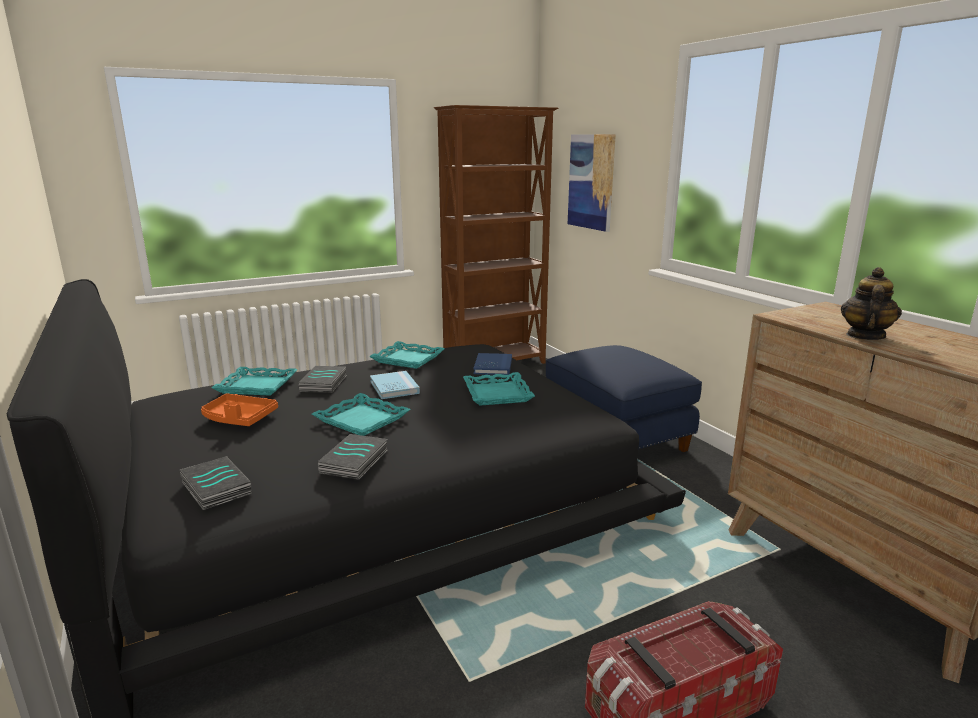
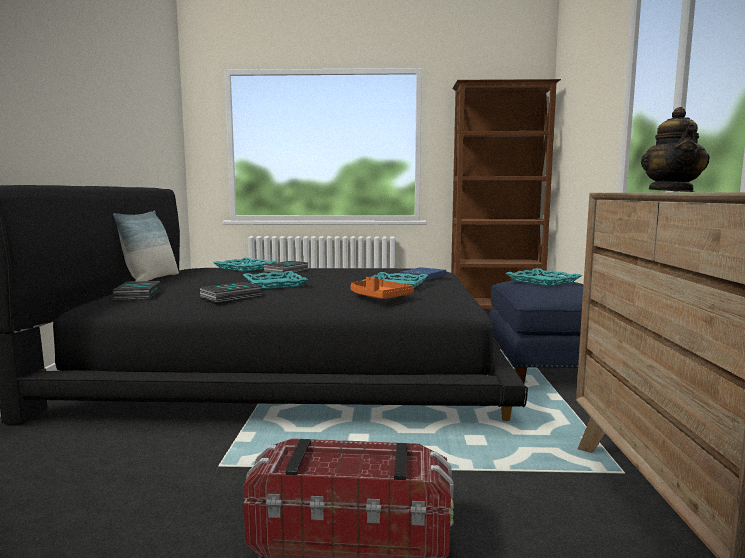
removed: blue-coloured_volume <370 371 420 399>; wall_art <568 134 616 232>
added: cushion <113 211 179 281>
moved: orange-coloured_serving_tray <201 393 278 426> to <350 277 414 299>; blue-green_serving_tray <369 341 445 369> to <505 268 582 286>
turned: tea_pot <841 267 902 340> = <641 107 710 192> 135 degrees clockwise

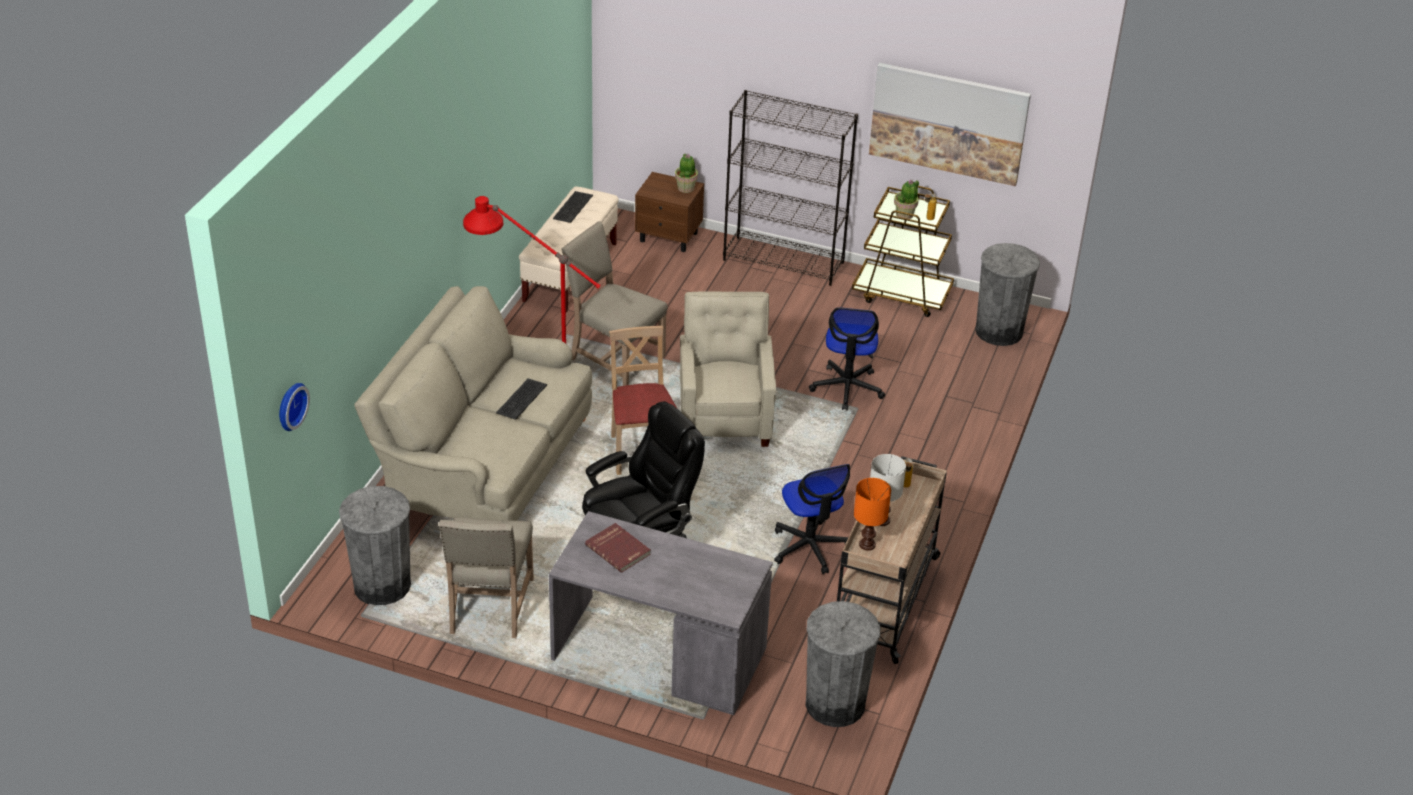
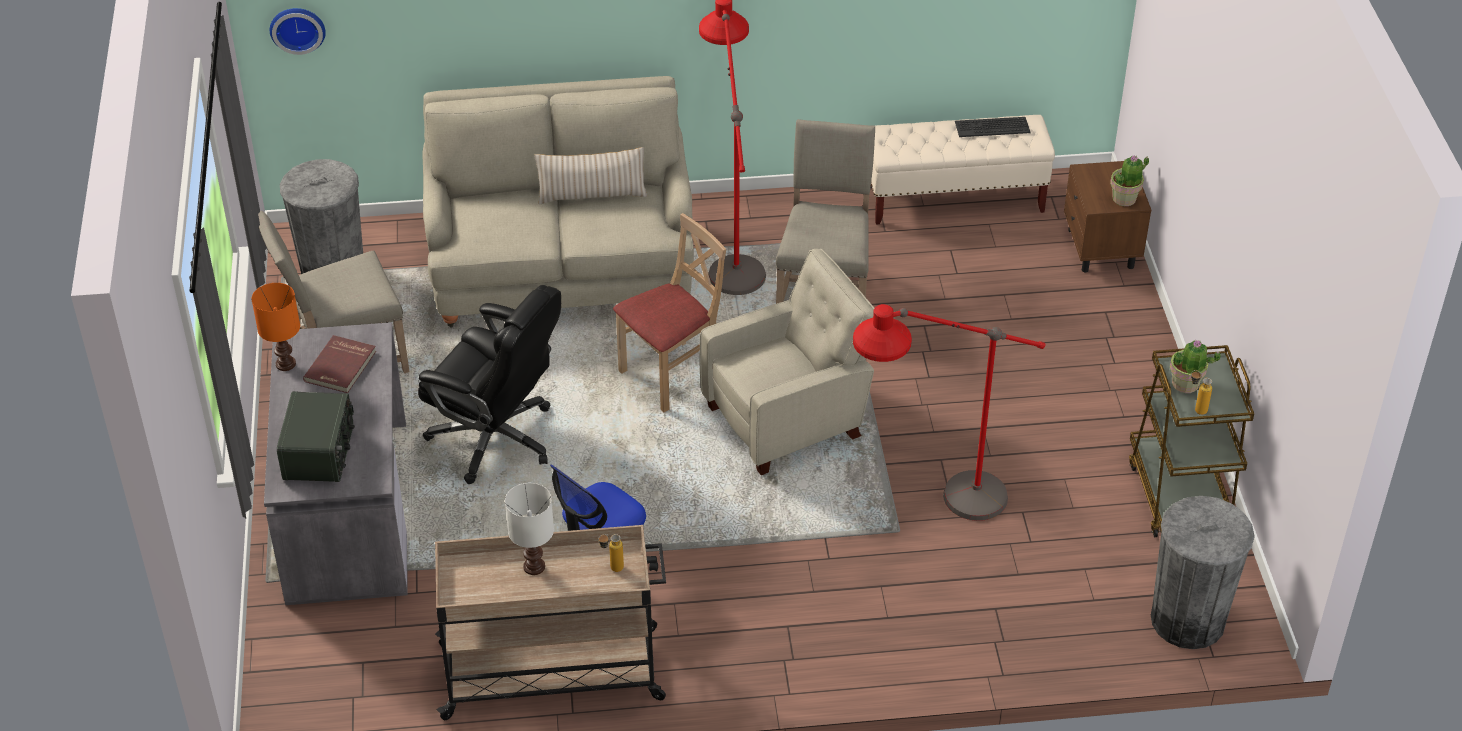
removed: PC_keyboard <496 378 547 420>; black-coloured_bookcase <723 90 858 286>; grey_rubbish_bin <806 601 880 727>; wall_art <869 63 1031 186>
added: radio_set <277 391 355 482>; beige_cushion <534 147 647 204>
moved: orange-coloured_lamp_for_a_table <854 478 891 551> to <252 283 300 371>
replaced: computer_chair <809 307 885 411> to red_standard_lamp <853 304 1045 521>

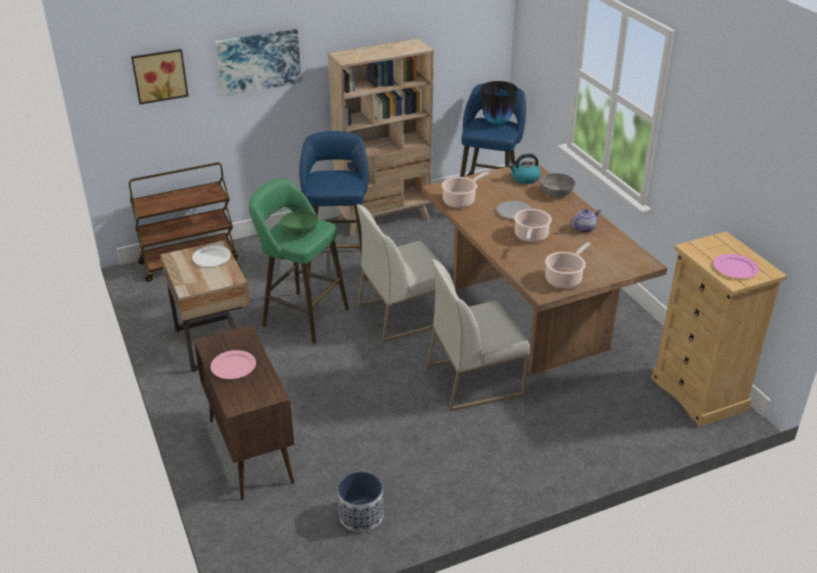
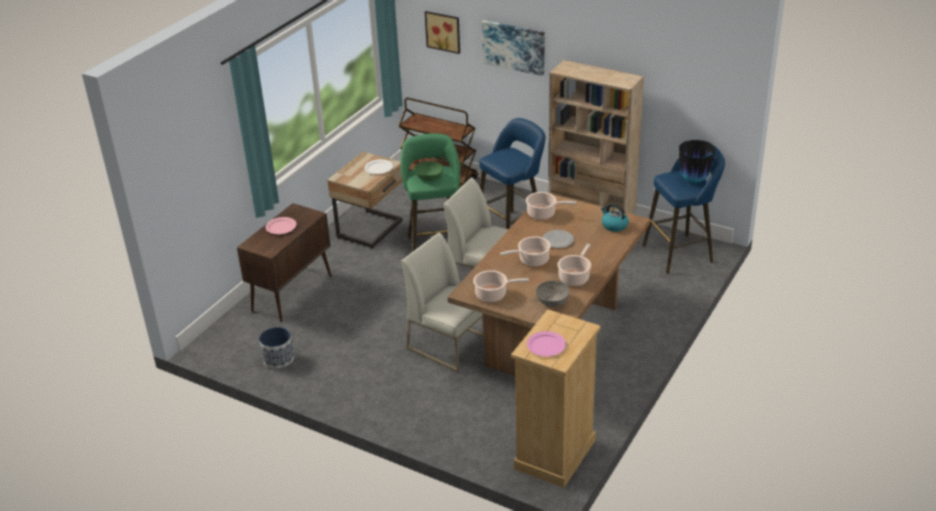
moved: grey_bowl <540 173 575 197> to <536 281 570 307>
replaced: tea_pot <570 209 601 233> to stockpot <557 243 591 286>

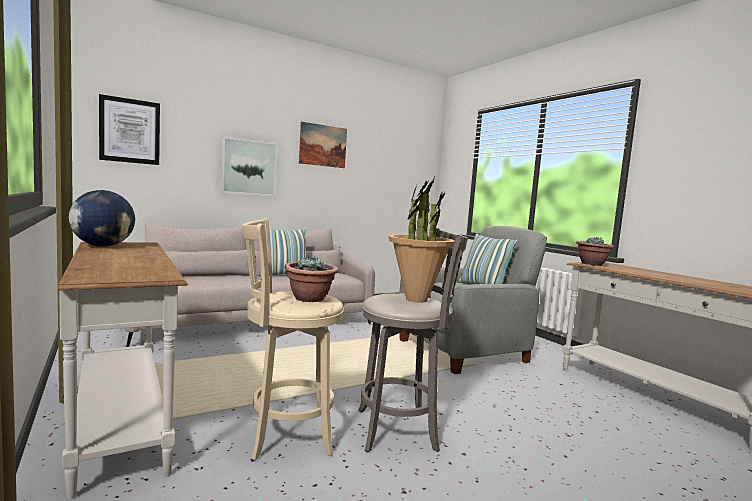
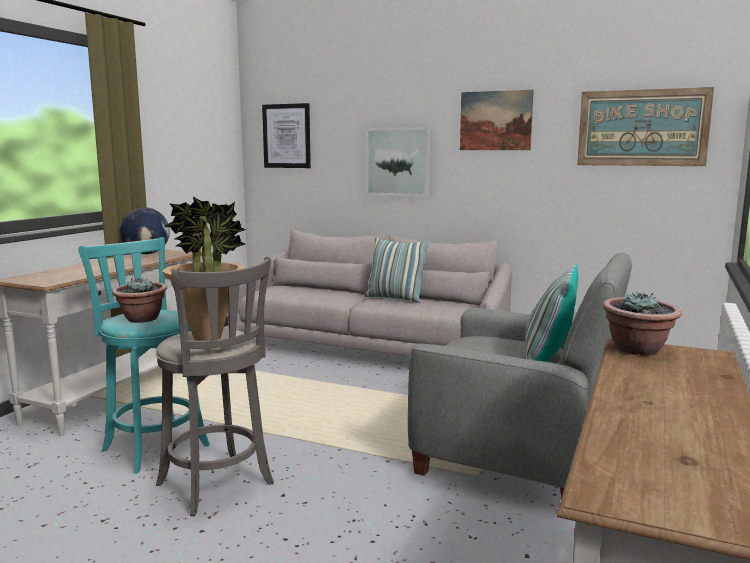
added: wall_art <577 87 714 166>
recoloured: beige_stool <242 218 344 460> to blue-green_stool <78 237 210 473>

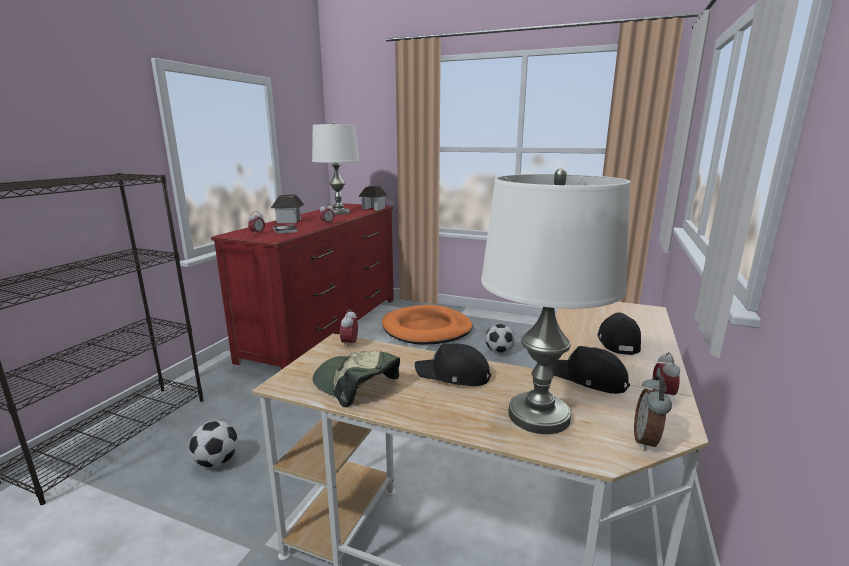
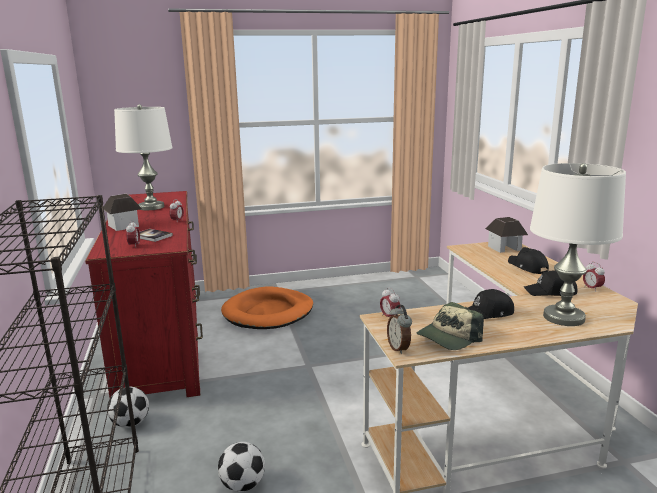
moved: football <485 324 515 353> to <107 387 149 428>; bedside_clock <634 376 672 451> to <387 305 412 354>; model_house <358 186 387 210> to <485 217 528 253>
turned: cap <313 351 400 408> = <417 302 484 350> 45 degrees counterclockwise

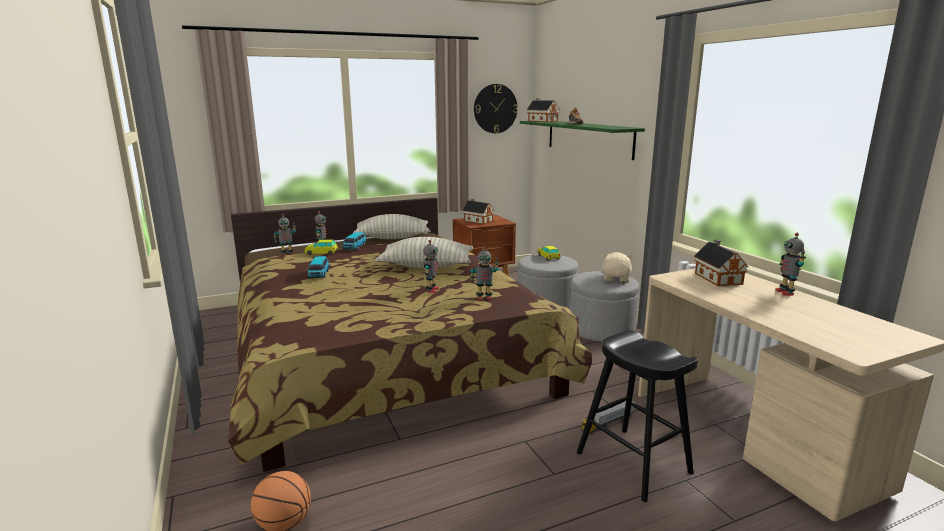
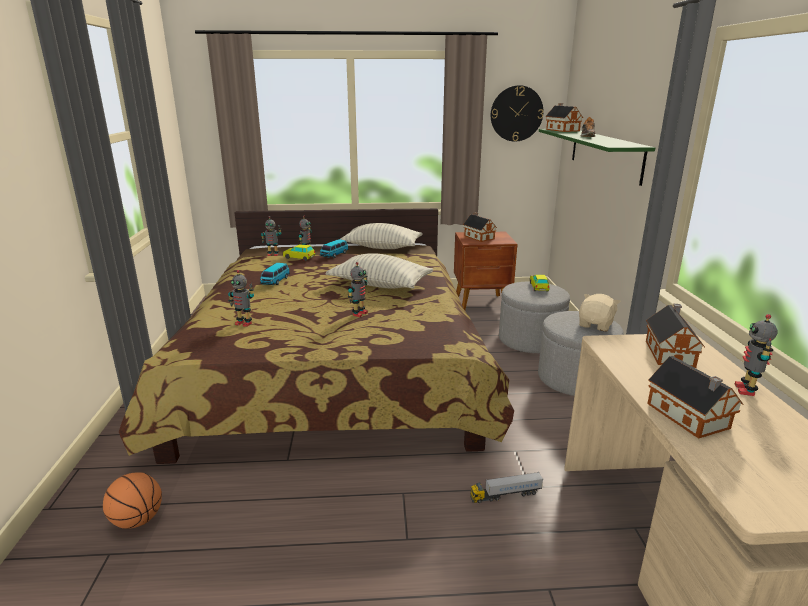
removed: black-coloured_stool <577 330 698 502>
added: model_house <647 356 743 439>
moved: model_robot <470 246 499 300> to <228 270 254 327>

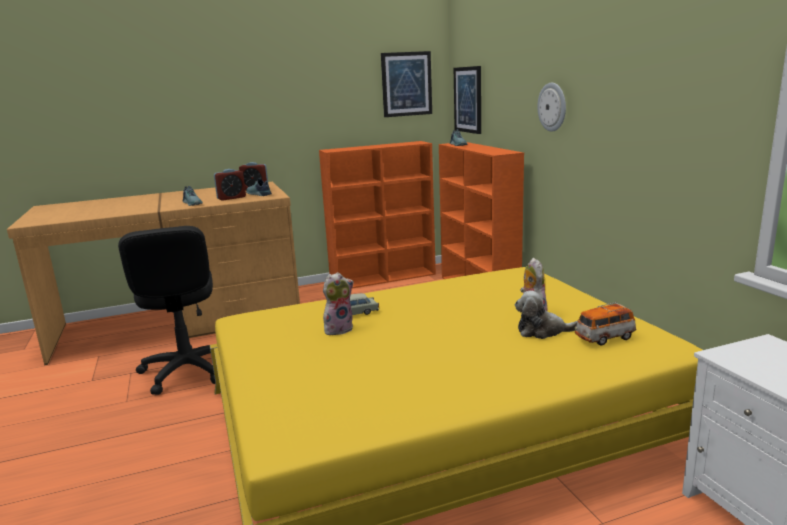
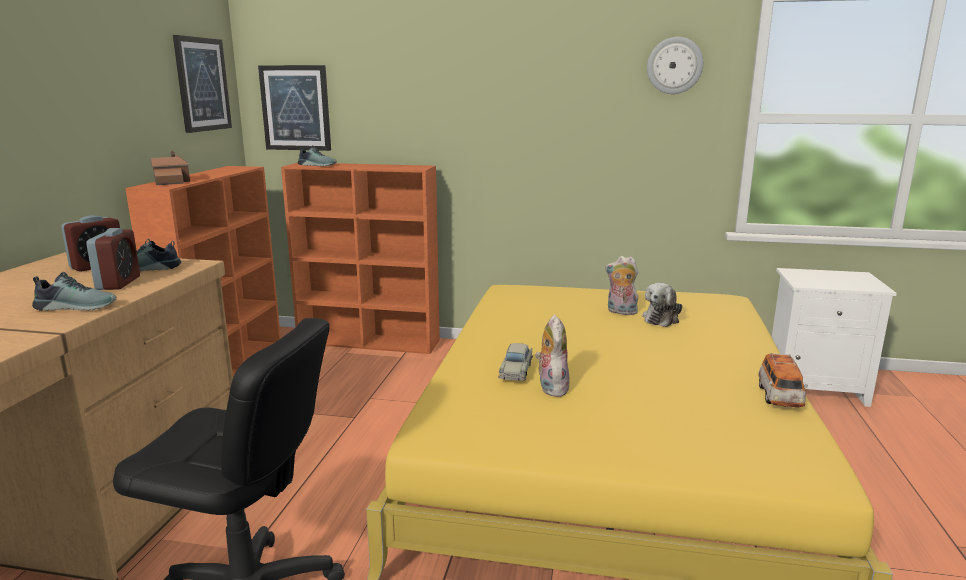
added: model_house <151 151 190 185>
moved: hanging_clock <537 83 566 132> to <647 37 703 94>; model_car <575 302 637 346> to <758 353 808 408>

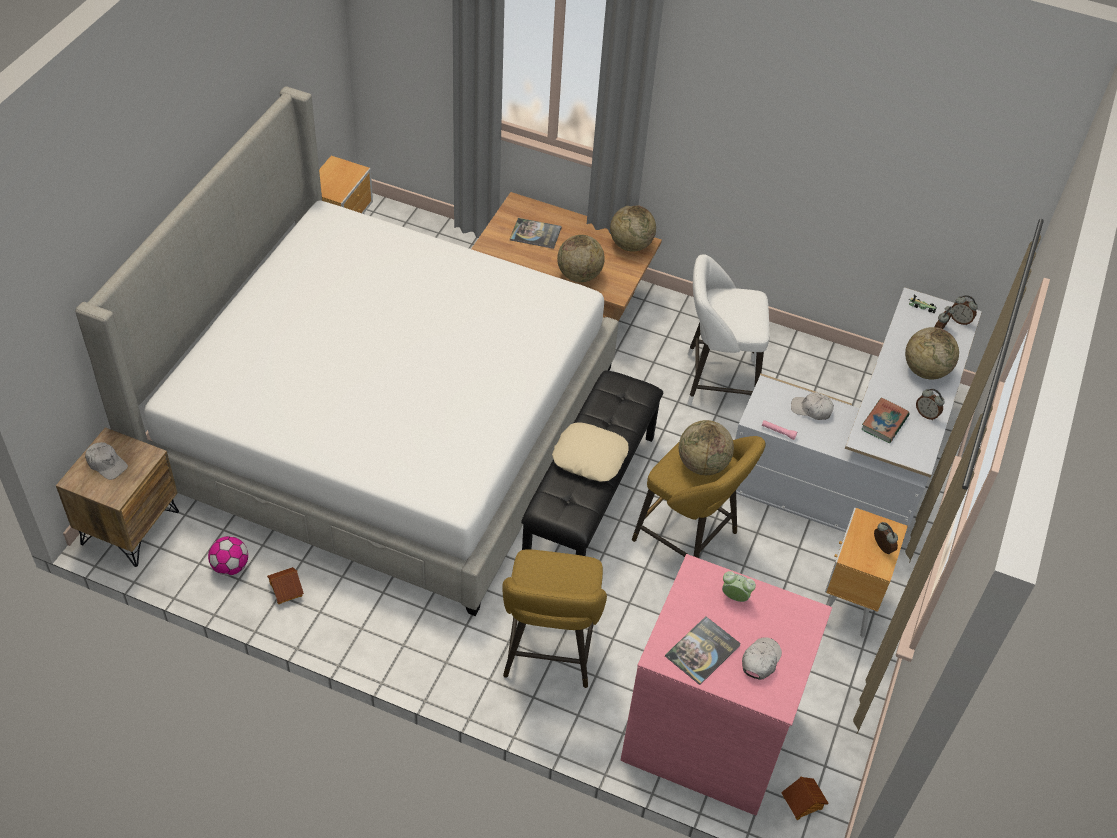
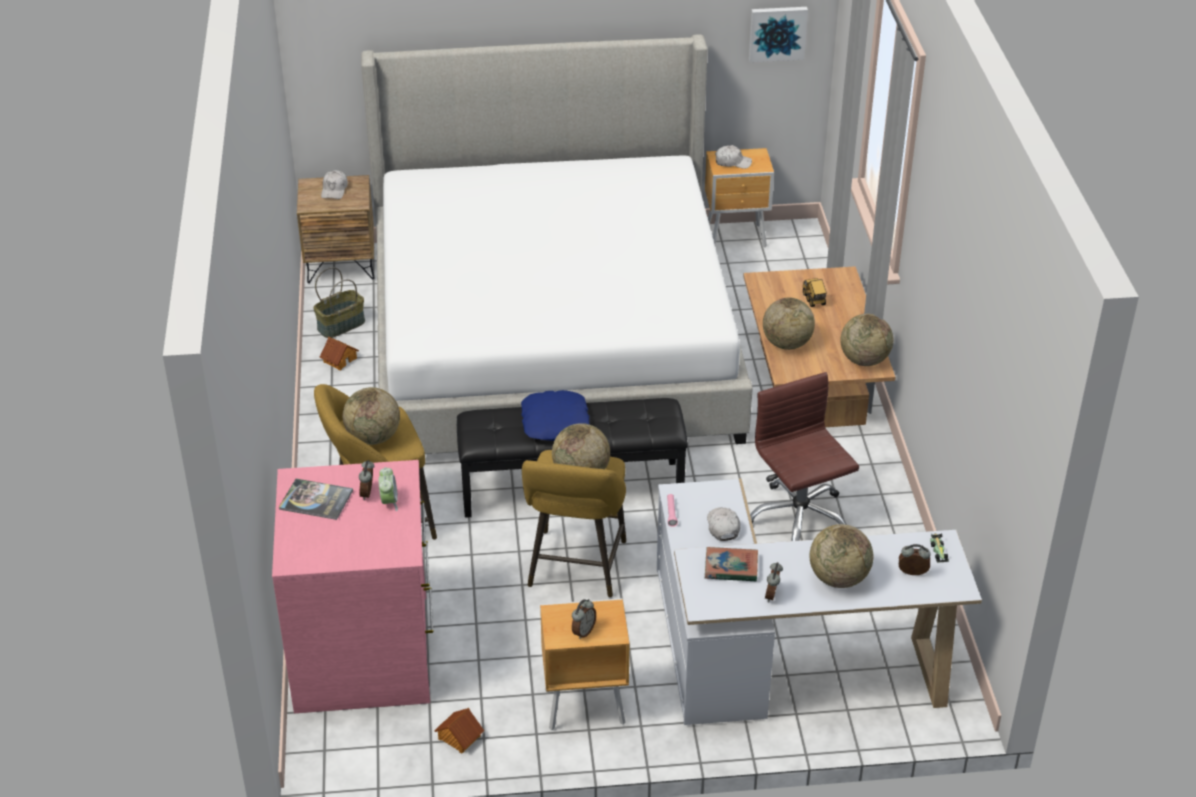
added: world_globe <343 387 400 445>; wall_art <749 7 808 62>
moved: bedside_clock <951 295 978 325> to <359 460 374 500>; model_house <781 777 829 820> to <434 708 484 754>; whitish_cap <742 637 782 680> to <715 145 752 169>
replaced: football <208 536 248 576> to storage_basket <313 267 365 338>; whitish_stool <687 254 770 405> to brown_computer_chair <750 372 859 541>; volume <510 218 562 249> to toy_truck <803 278 827 307>
recoloured: beige_cushion <552 422 629 482> to blue-coloured_cushion <521 390 589 441>

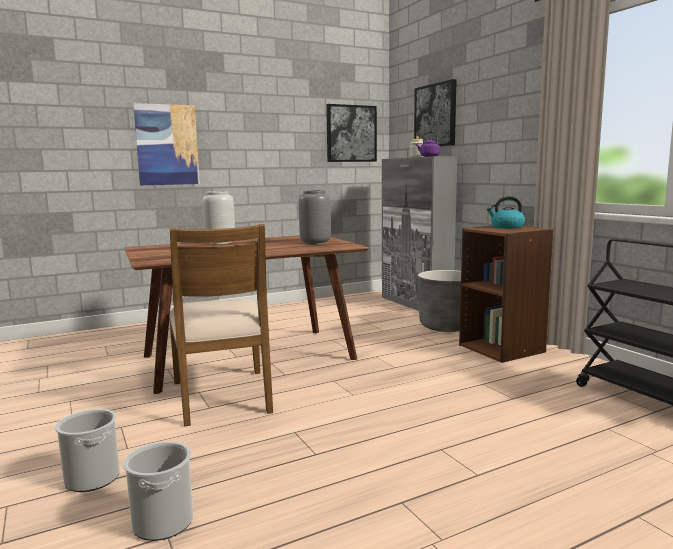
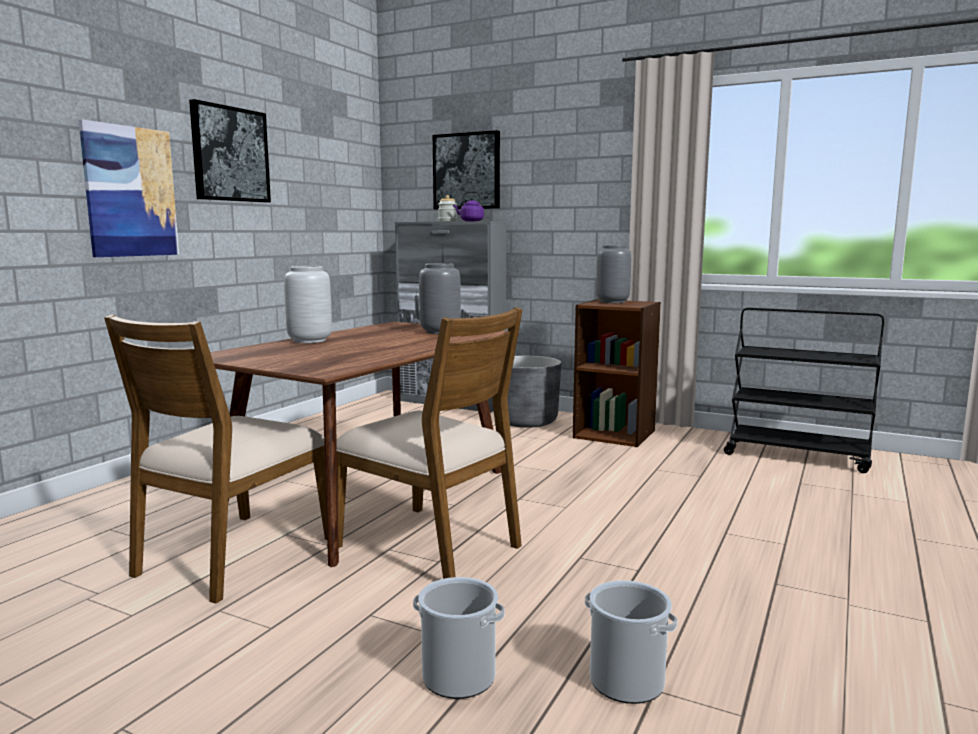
added: brown_plain_chair <104 315 327 604>
moved: wall_art <326 104 377 162> to <189 99 271 203>
replaced: tea_kettle <487 196 525 229> to grey_vase <596 245 631 303>

